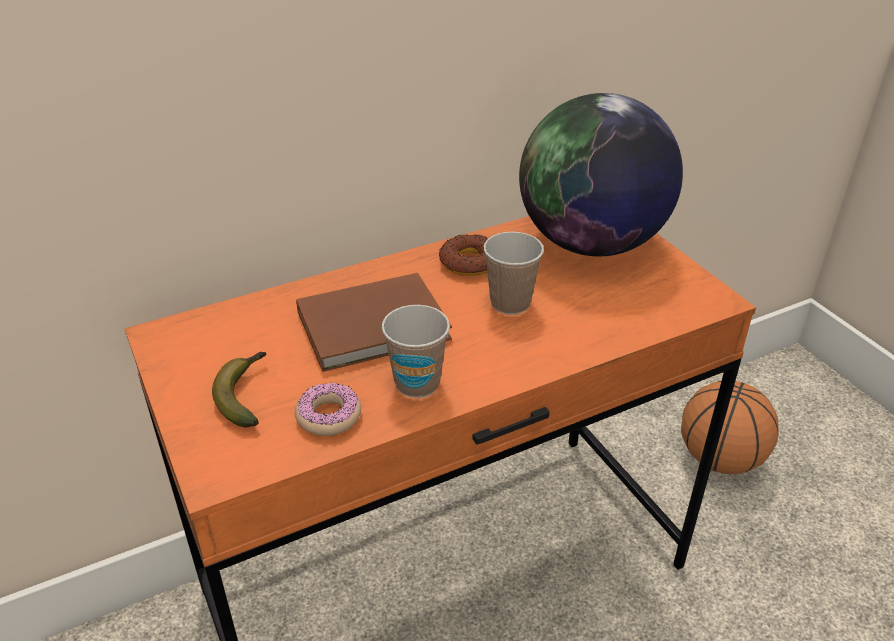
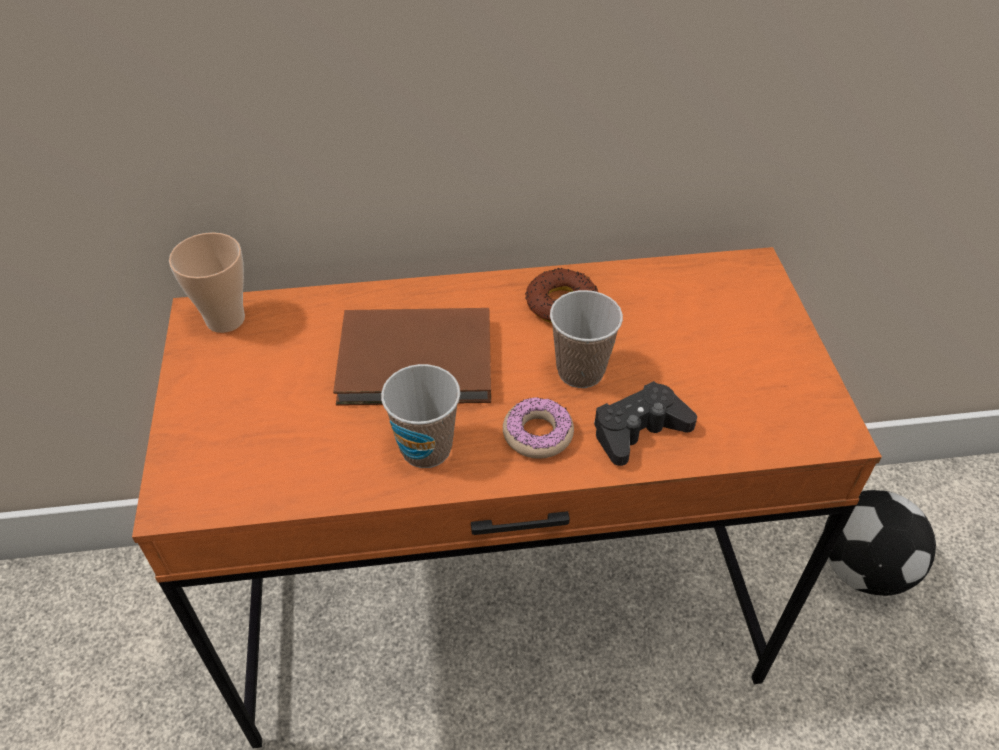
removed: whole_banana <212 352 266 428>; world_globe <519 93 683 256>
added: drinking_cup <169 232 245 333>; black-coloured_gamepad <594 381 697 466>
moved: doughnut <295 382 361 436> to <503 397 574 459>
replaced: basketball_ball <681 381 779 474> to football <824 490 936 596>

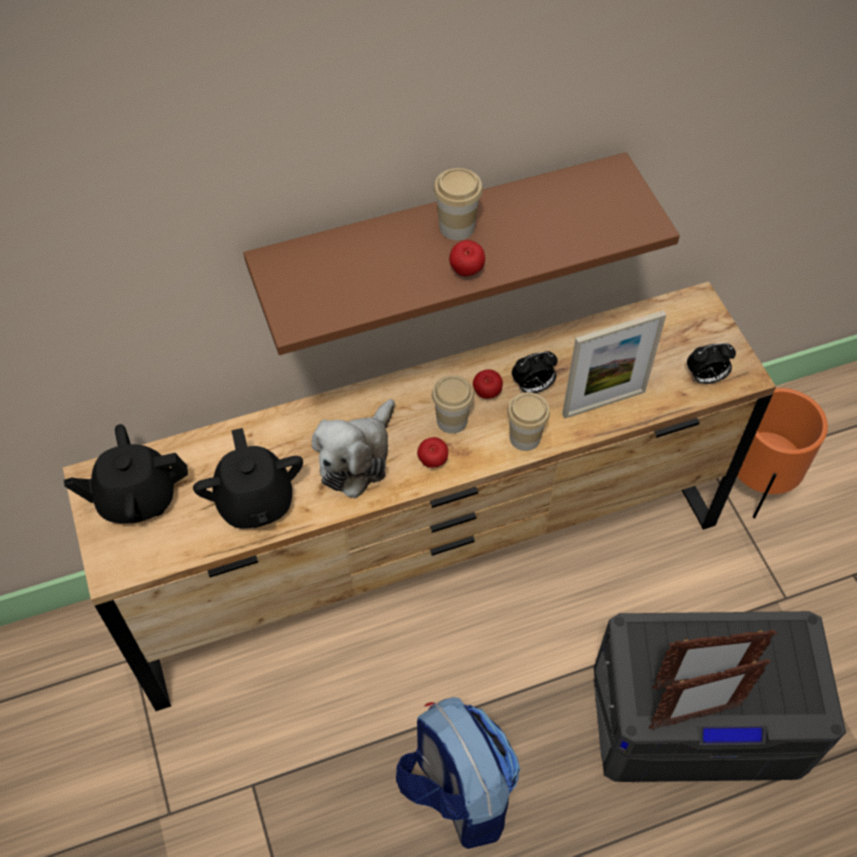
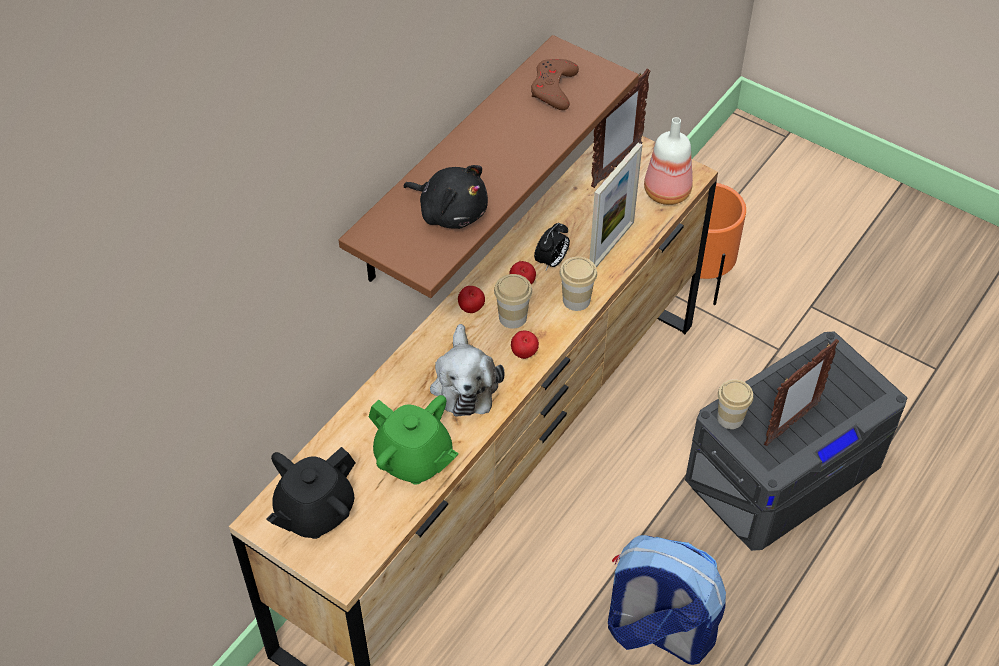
added: black-coloured_plush_toy <403 165 488 229>; brown_gamepad <531 59 579 110>
moved: whole_apple <449 240 485 276> to <458 286 485 313>; standing_frame <649 659 771 730> to <591 68 651 188>; drinking_cup <434 168 483 240> to <717 379 753 429>
replaced: bedside_clock <687 343 736 384> to drink_bottle <644 117 693 205>
recoloured: black-coloured_tea_pot <193 428 303 529> to greenish_tea_pot <369 395 459 485>

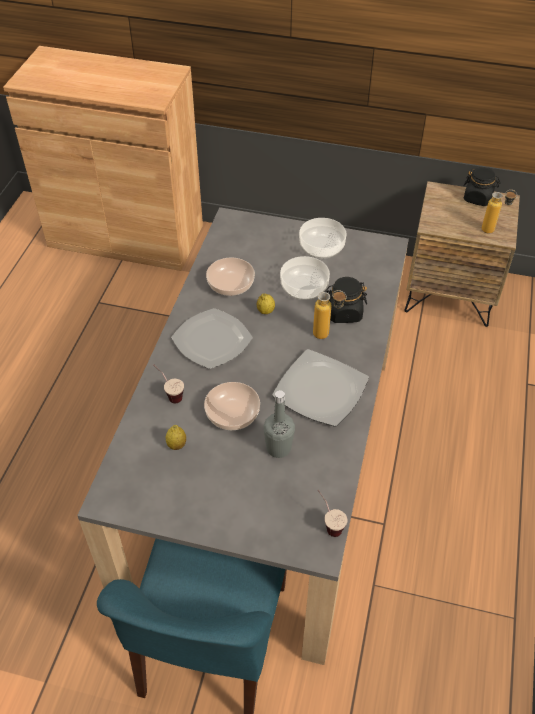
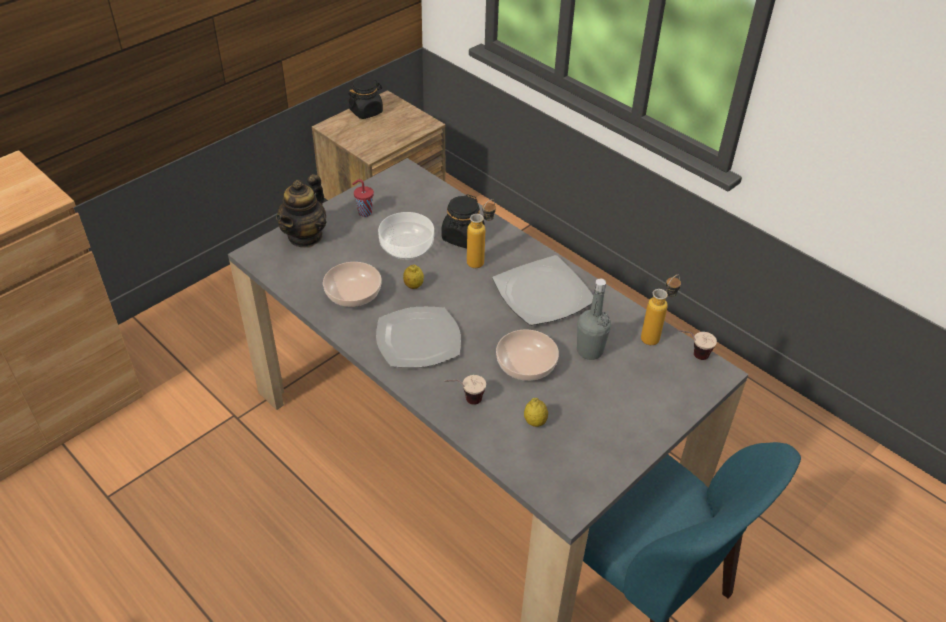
added: tea_pot <276 174 327 248>
moved: drink_bottle <482 190 517 233> to <641 275 681 345>
replaced: bowl <299 218 346 259> to red_drinking_cup <352 179 374 217>

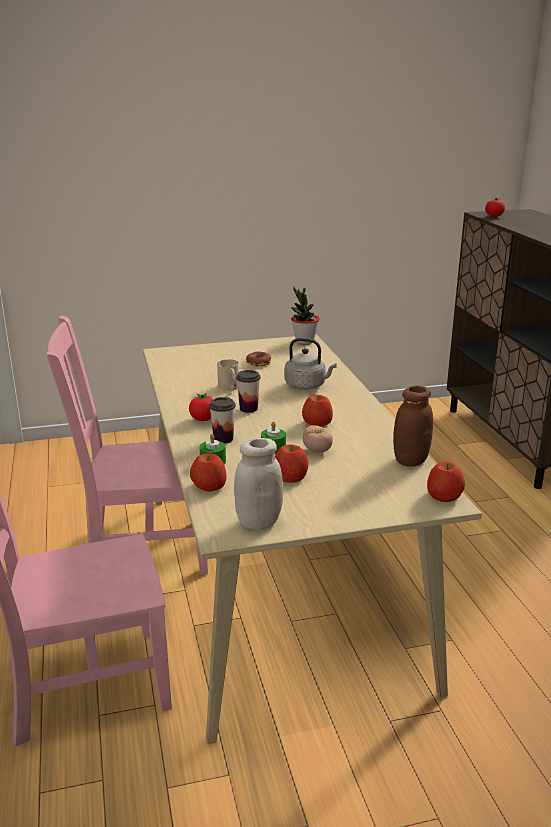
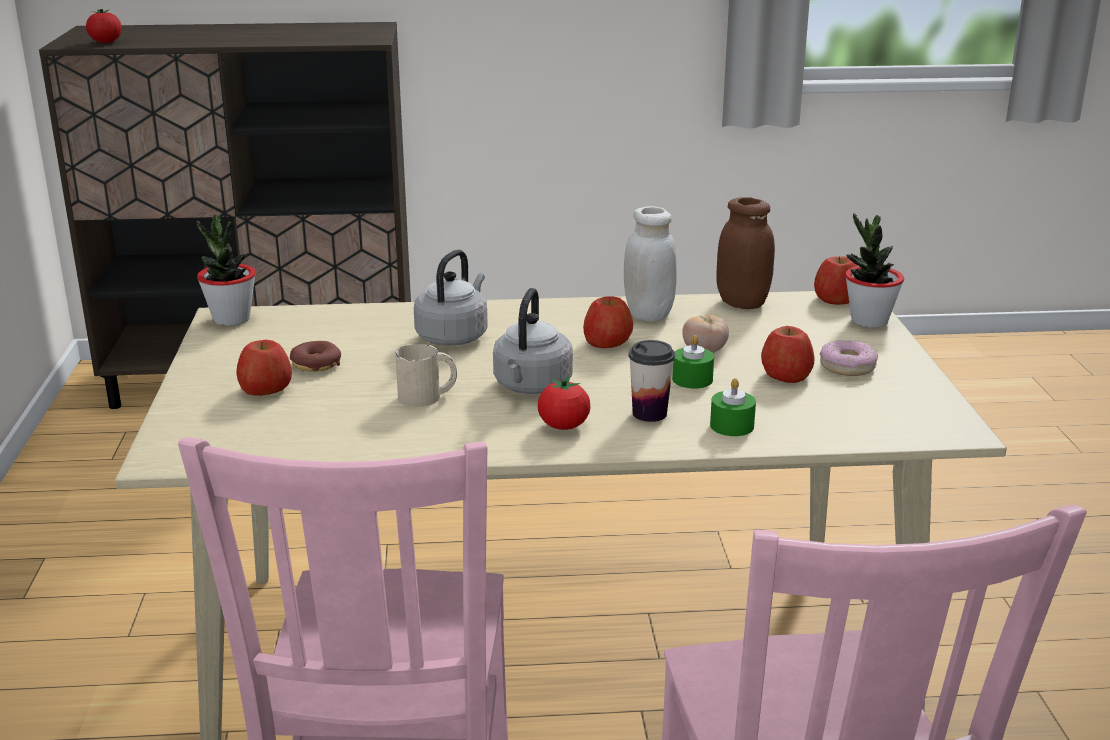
added: doughnut <820 340 878 376>; potted_plant <845 213 904 328>
moved: whole_apple <190 453 227 492> to <236 340 292 396>; whitish_storage_jar <234 438 283 530> to <624 206 677 321>
replaced: drinking_cup <236 370 260 413> to grey_tea_kettle <493 288 573 394>

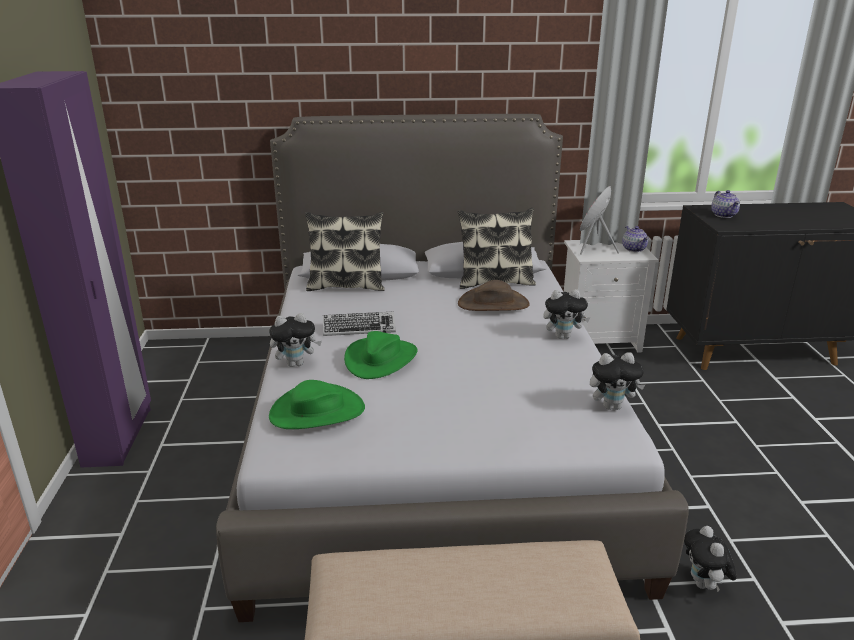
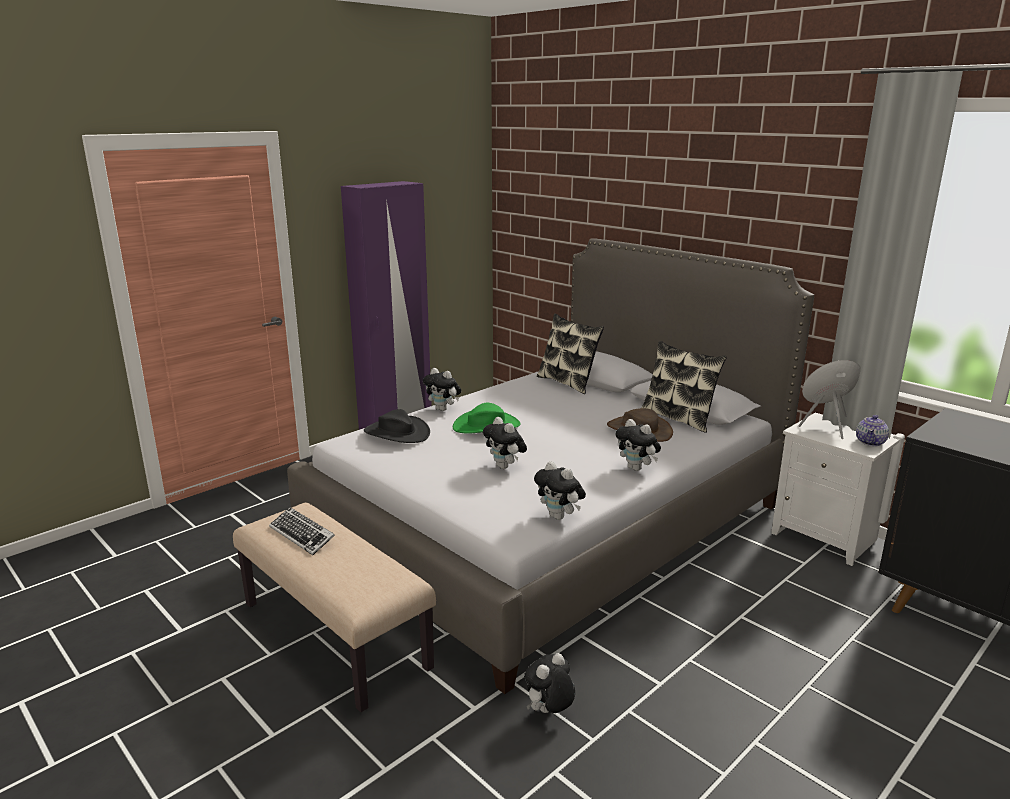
removed: tea_pot <711 190 740 218>
added: plush_toy <483 417 527 469>
moved: PC_keyboard <323 311 396 336> to <269 507 335 555>
recoloured: greenish_clothing_hat <269 380 365 429> to black-coloured_clothing_hat <364 409 430 443>

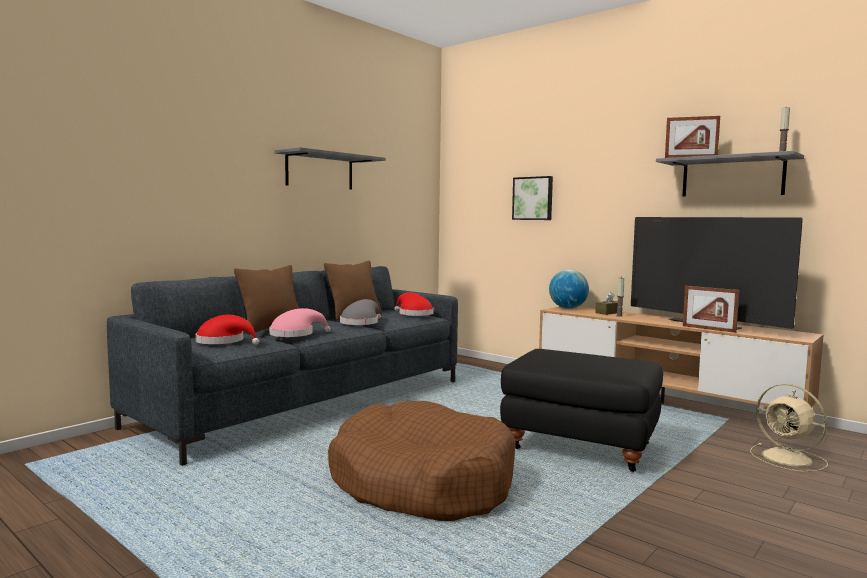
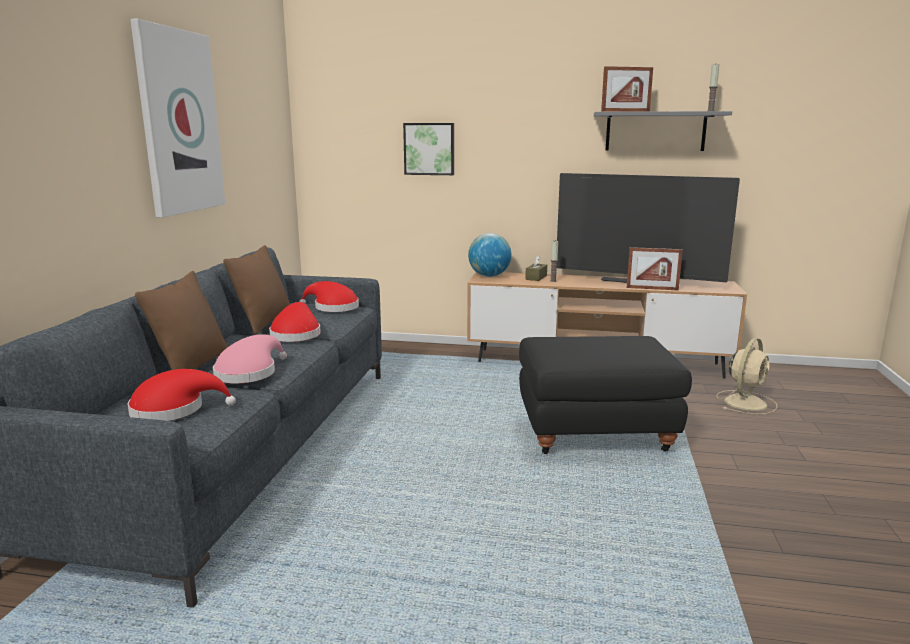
removed: brown_pet_bed <328 401 516 521>
replaced: grey_bracket_shelf <275 147 386 190> to wall_art <130 19 225 218>
recoloured: grey_clothing_hat <340 299 381 325> to red_clothing_hat <269 302 321 342>
turned: beige_fan <750 384 828 472> = <716 338 777 414> 75 degrees counterclockwise

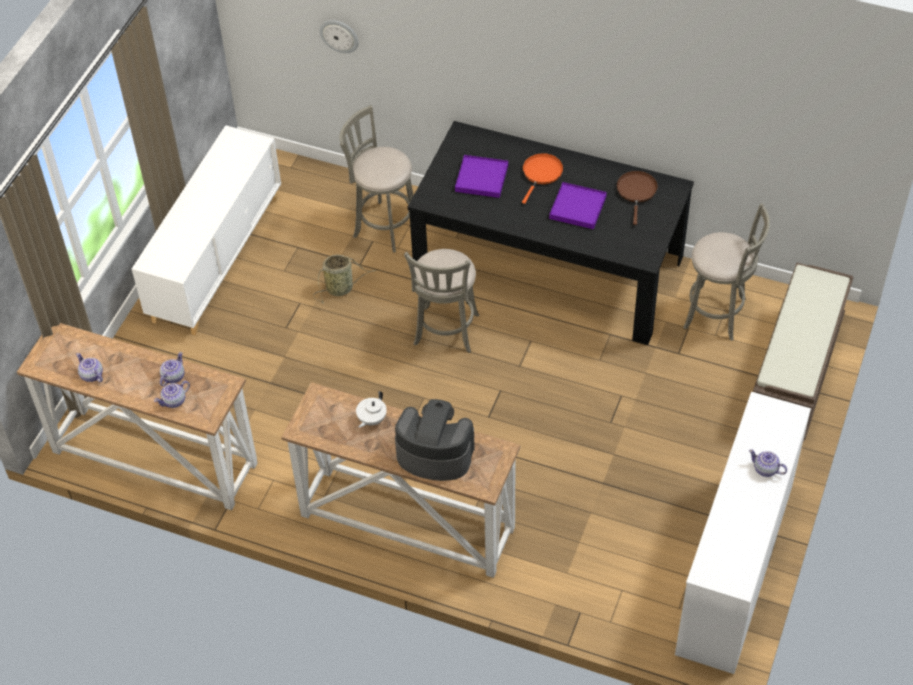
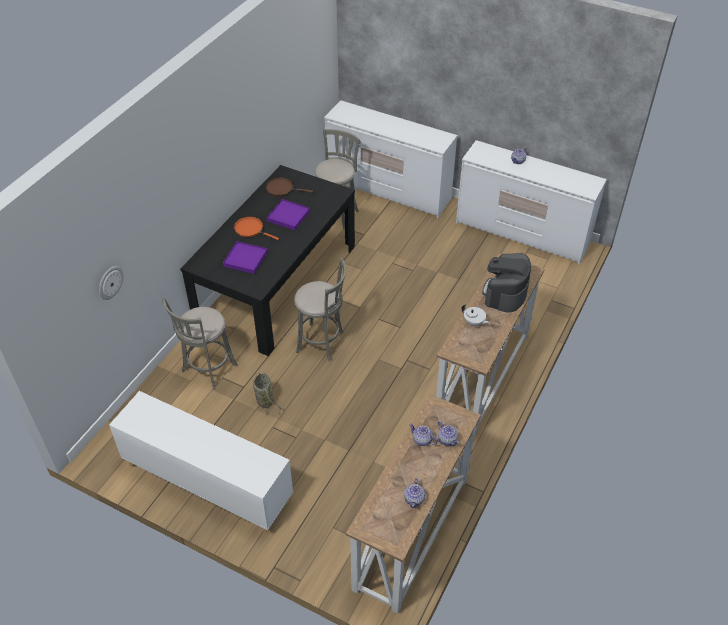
replaced: brown_indoor_bench <753 263 853 442> to whitish_drawer_chest <324 100 458 218>
turned: tea_pot <76 353 103 382> = <404 478 425 508> 45 degrees counterclockwise

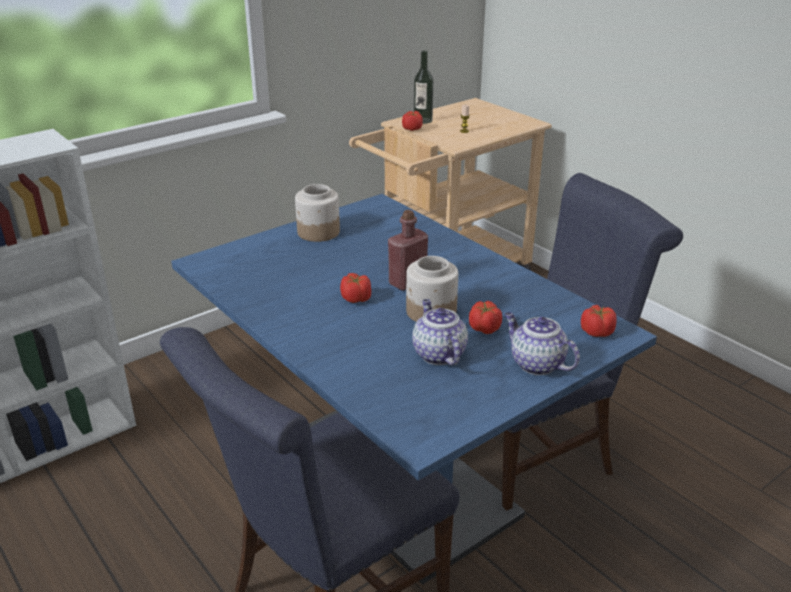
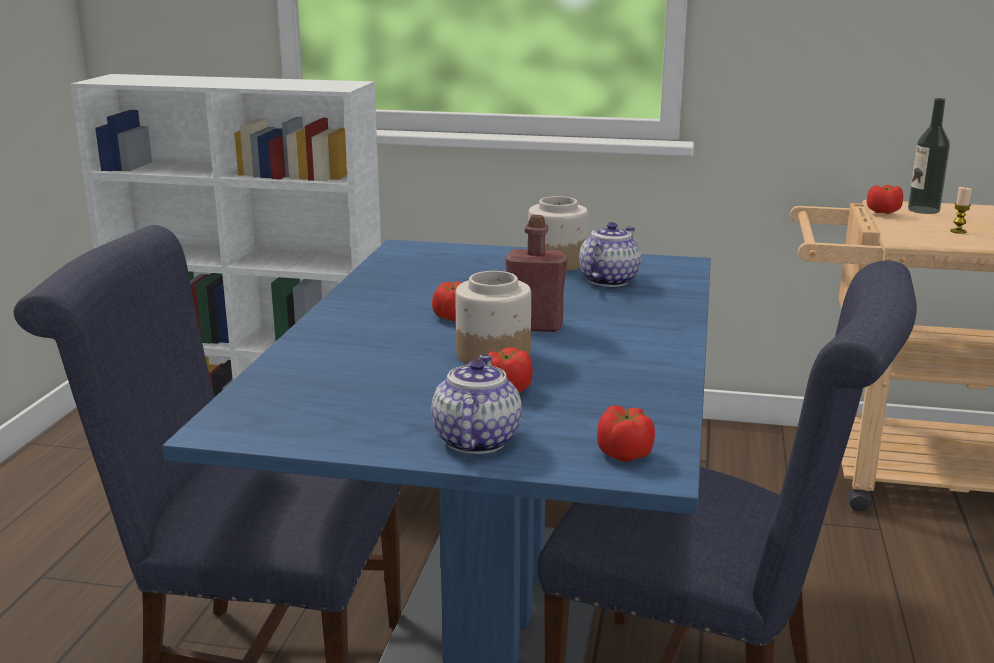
moved: tea_pot <412 299 468 365> to <579 222 641 287>

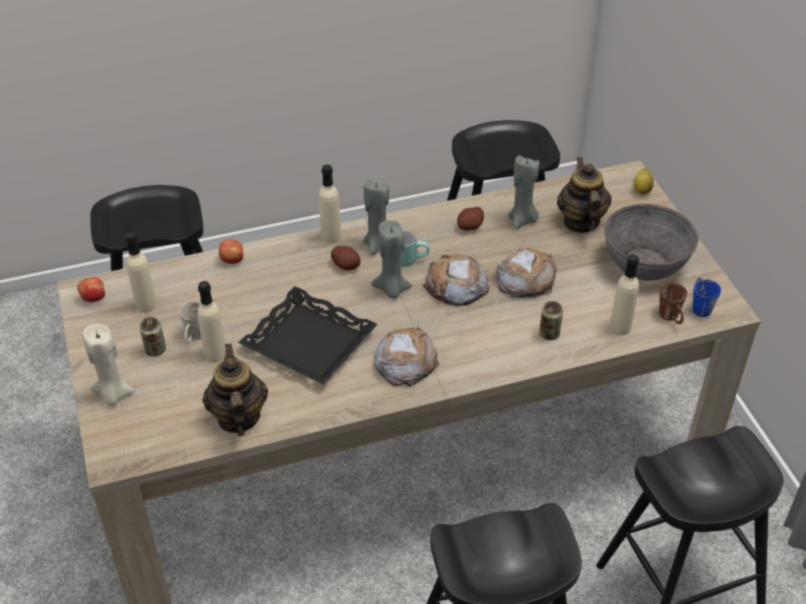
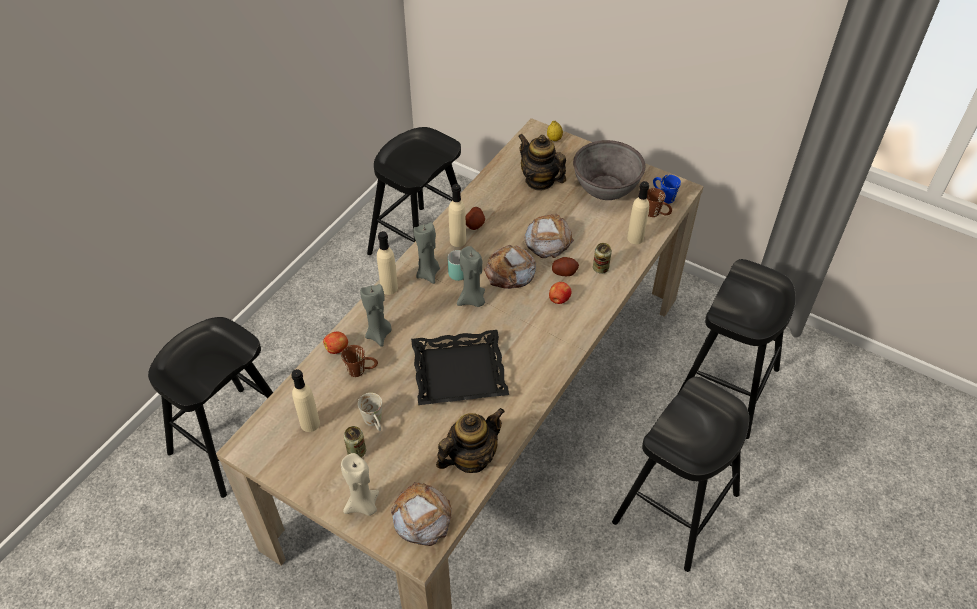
added: brown_coffee_mug <341 345 378 377>
moved: grey_candle <508 155 539 230> to <360 284 392 347>; baked_bread <374 326 440 387> to <391 482 452 546>; beige_drink_bottle <198 281 226 363> to <449 184 466 247>; whole_apple <77 277 105 302> to <549 282 571 304>; whole_potato <331 246 361 271> to <552 257 579 276>
turned: tea_pot <203 344 268 436> = <436 408 505 473> 105 degrees clockwise

